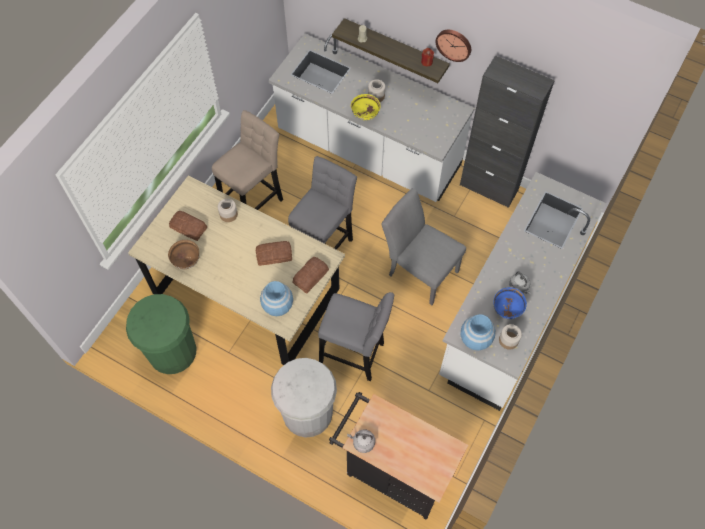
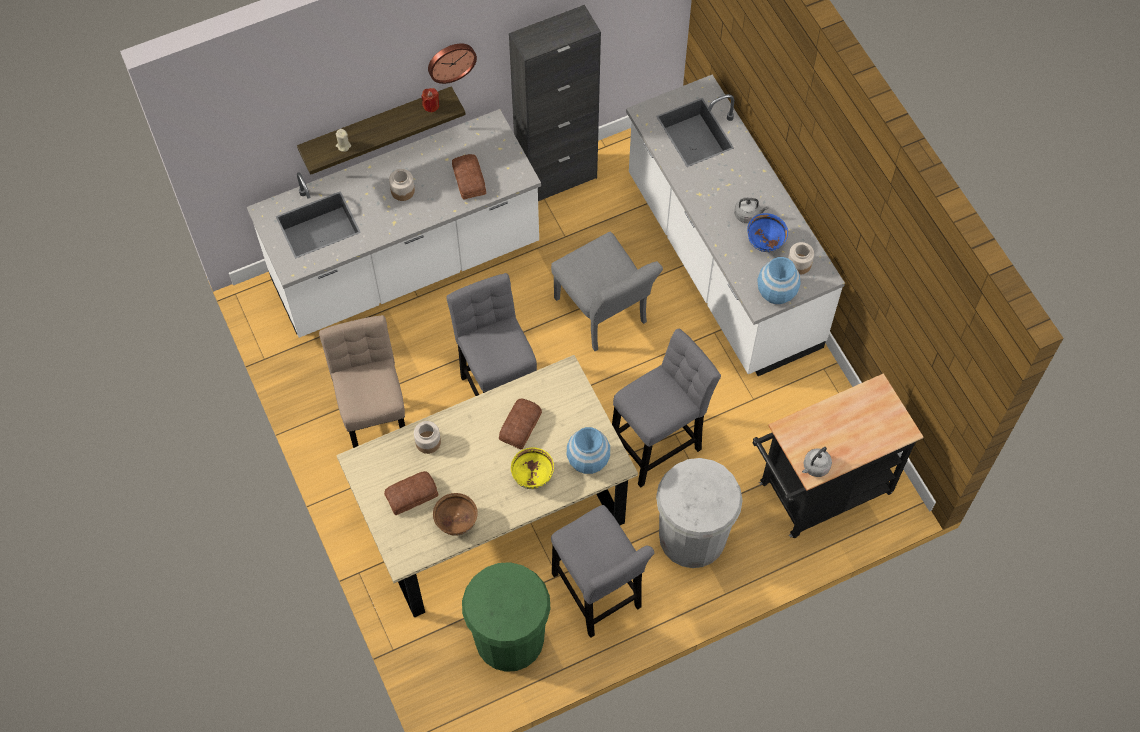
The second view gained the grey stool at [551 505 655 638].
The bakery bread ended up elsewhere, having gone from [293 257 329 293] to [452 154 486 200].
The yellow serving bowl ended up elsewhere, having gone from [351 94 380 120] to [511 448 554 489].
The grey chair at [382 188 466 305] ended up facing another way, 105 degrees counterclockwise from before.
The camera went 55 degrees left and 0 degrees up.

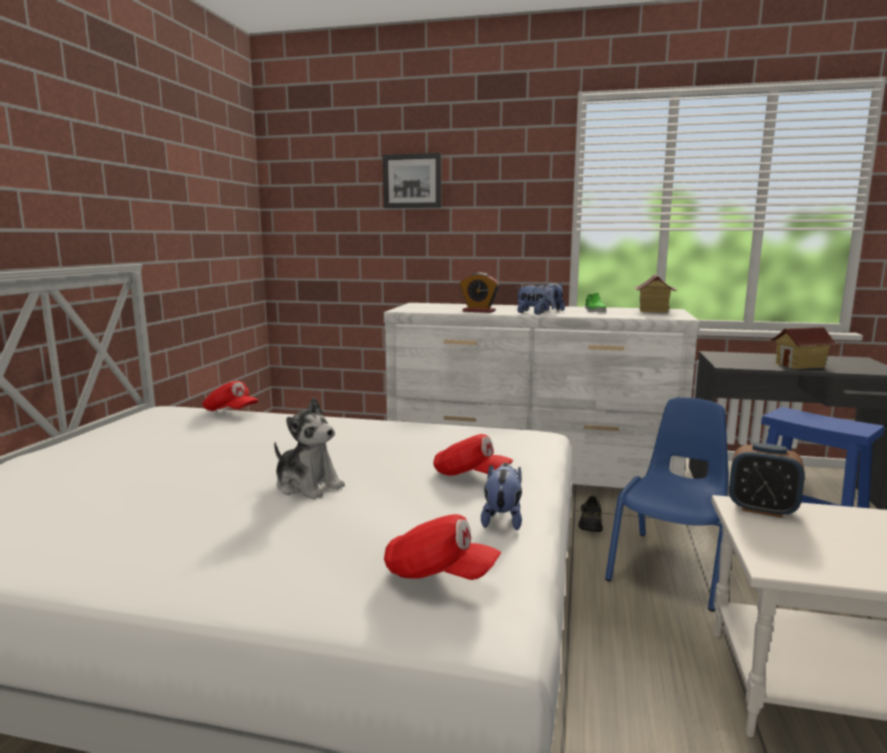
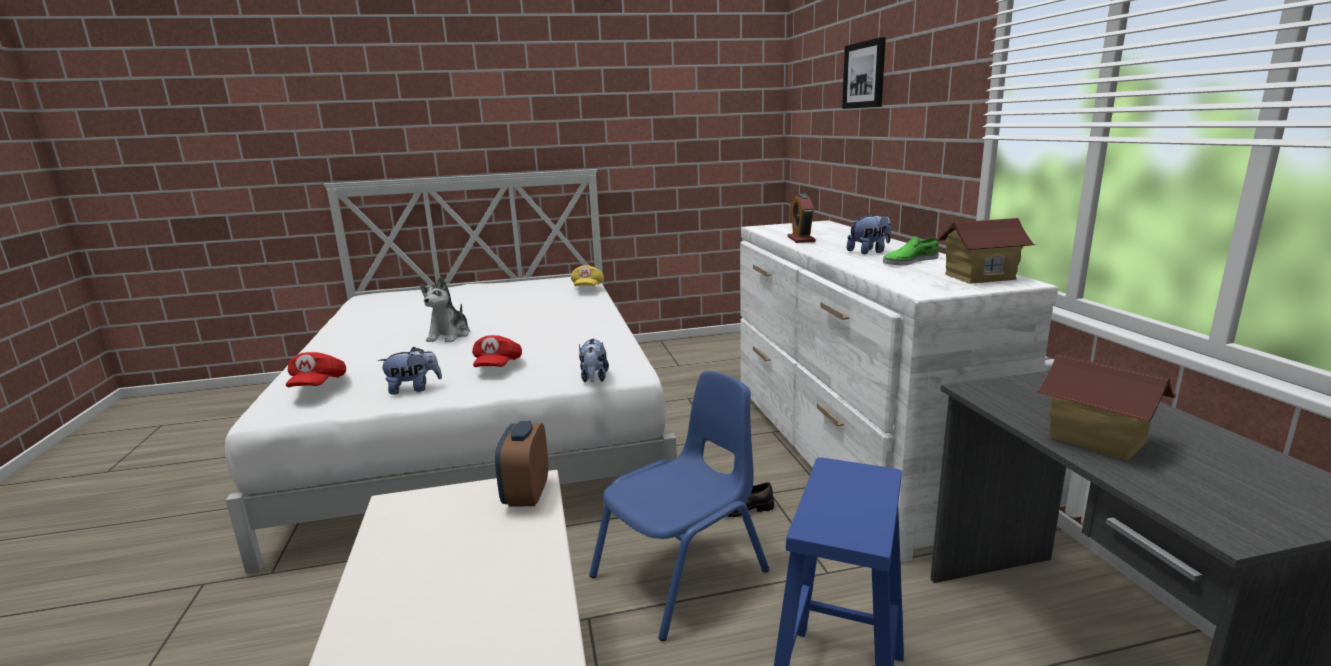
The soft toy ended up elsewhere, having gone from [516 284 555 315] to [579 338 609 382].
What was the reddish baseball cap at [202 381 258 411] turned into the yellow baseball cap at [571 265 604 286].
The blue chair at [605 397 730 612] ended up facing another way, 45 degrees counterclockwise from before.
The camera went 65 degrees right and 5 degrees up.

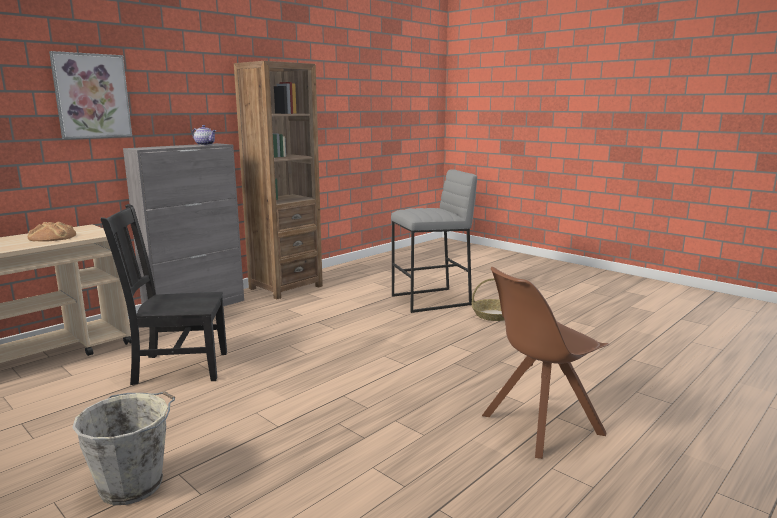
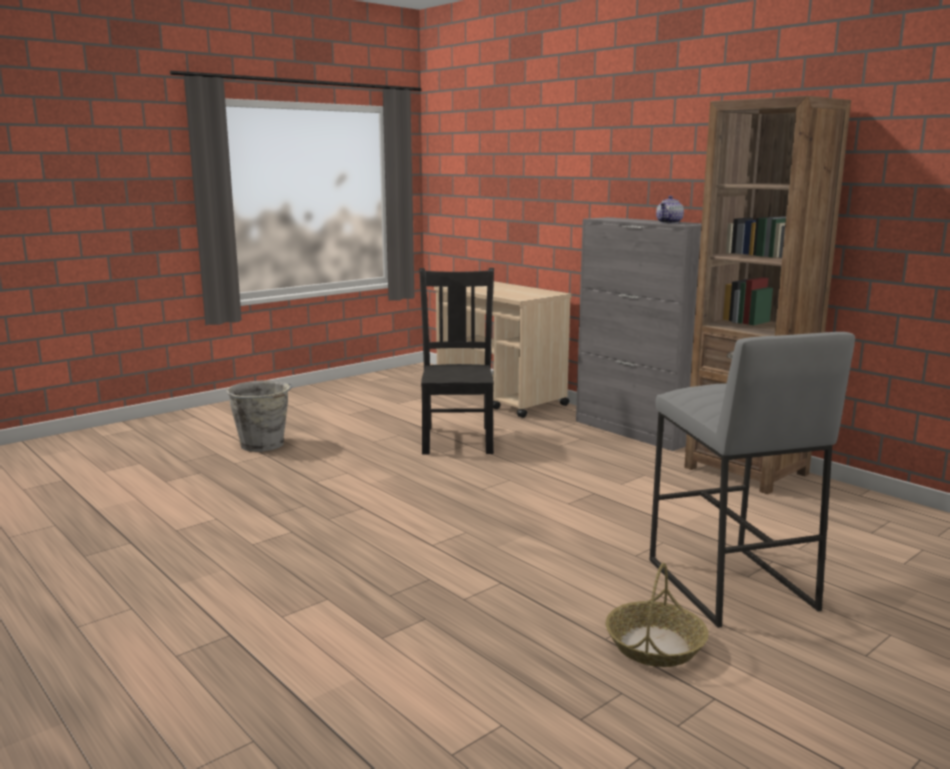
The second view lost the bakery bread at [28 222 76 242].
The second view lost the wall art at [49 51 132 139].
The second view lost the brownish chair at [482 267 610 459].
The camera went 95 degrees right and 0 degrees up.

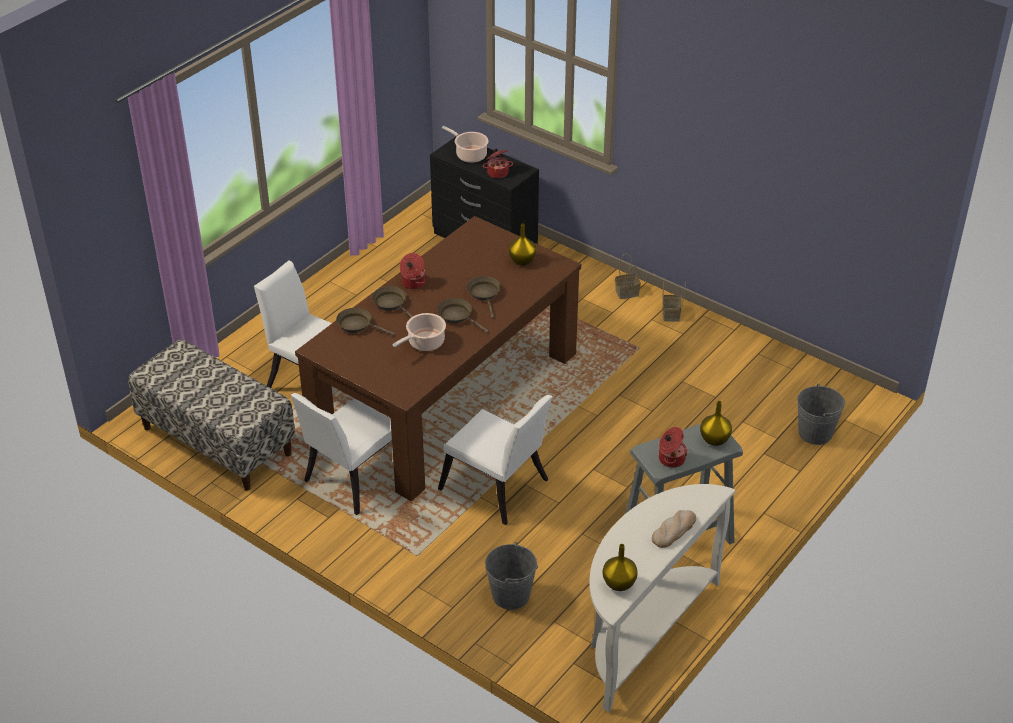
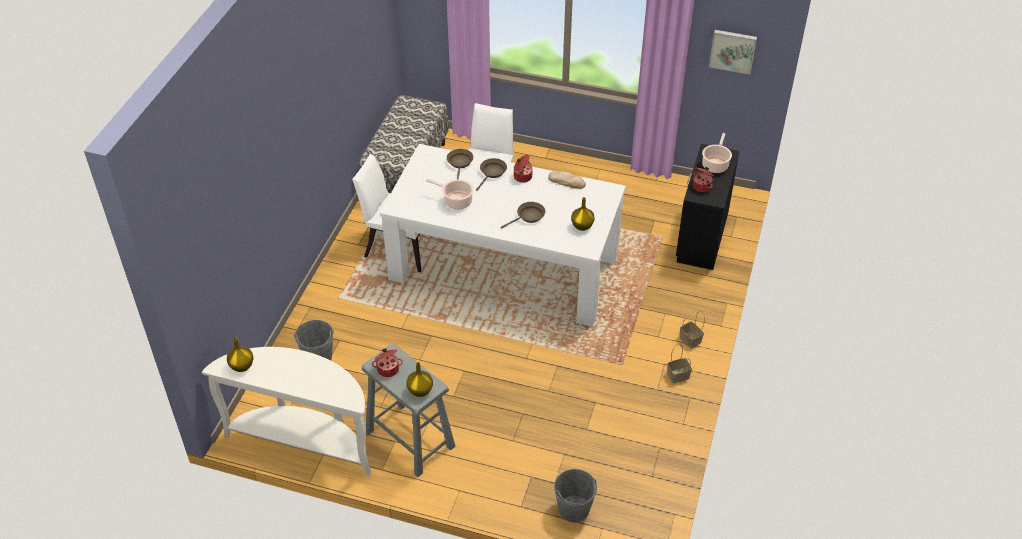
The second view lost the brownish skillet at [437 298 489 333].
The second view lost the white chair at [438 395 553 525].
The second view gained the wall art at [709 30 757 75].
The bakery bread ended up elsewhere, having gone from [652 510 696 548] to [548 171 586 189].
What was the brownish dining table at [295 216 581 501] turned into the white dining table at [380 144 626 327].
The camera went 70 degrees right and 5 degrees up.

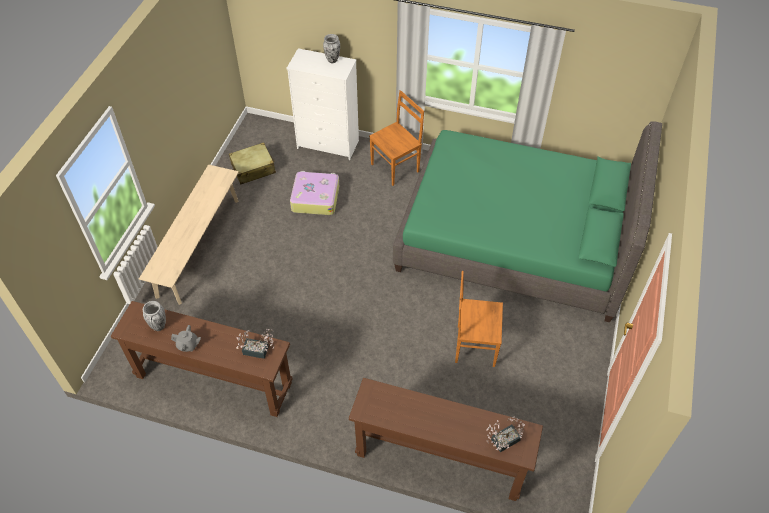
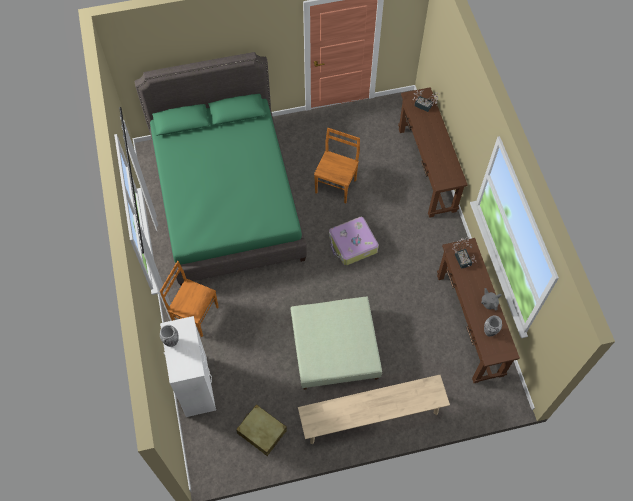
The second view gained the greenish pouffe at [291 296 382 390].
The travel case ended up elsewhere, having gone from [290 171 339 215] to [329 217 379 265].
The brownish chair at [455 271 503 367] ended up facing another way, 135 degrees counterclockwise from before.
The camera went 120 degrees left and 10 degrees up.

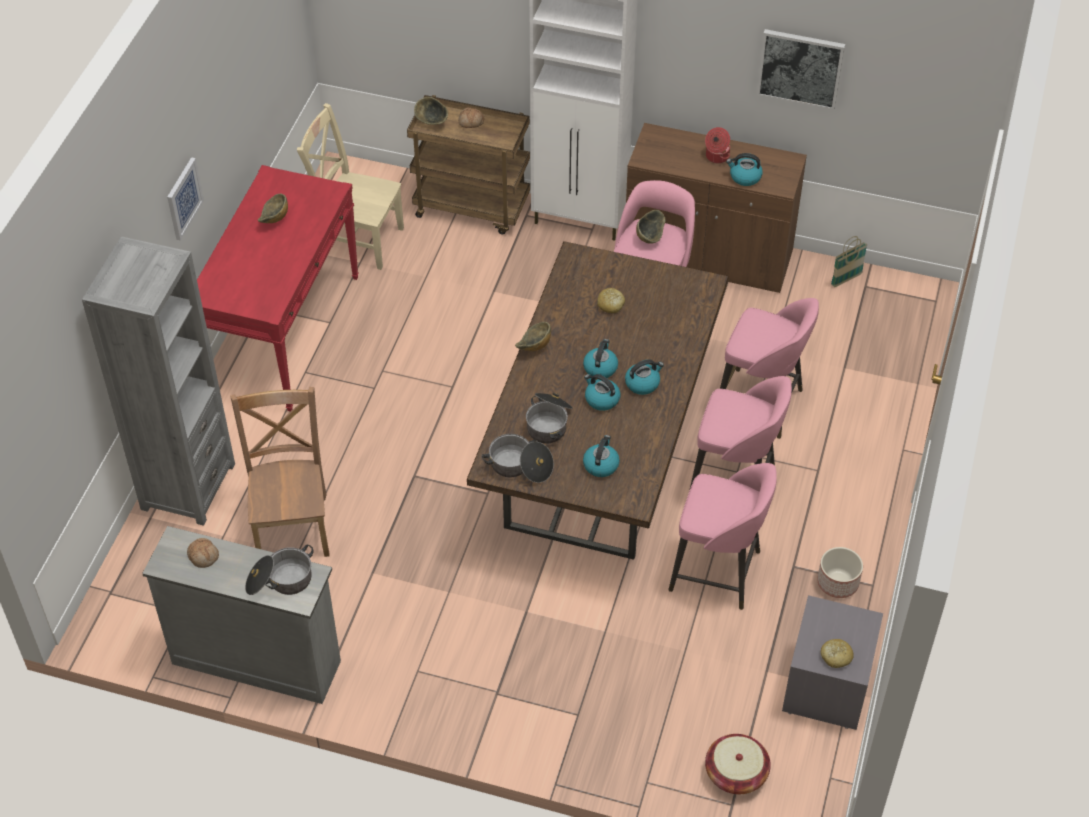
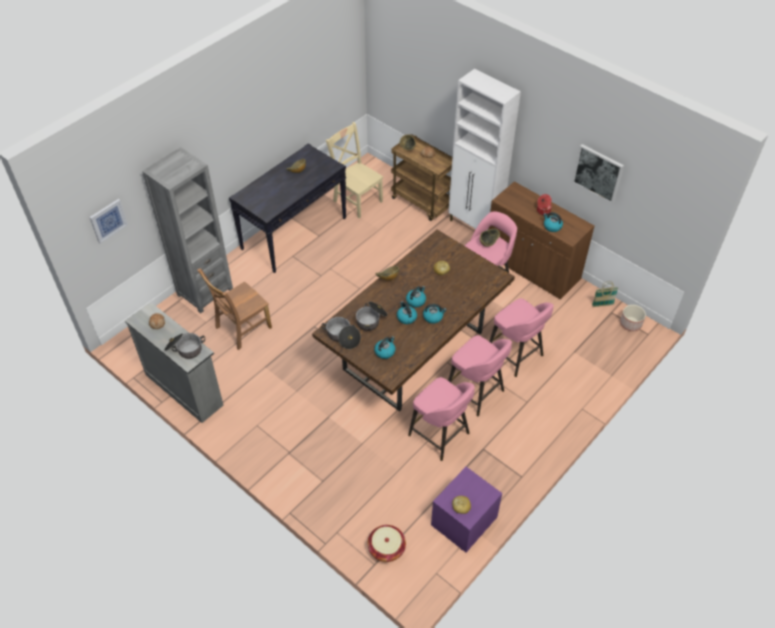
The wall art ended up elsewhere, having gone from [167 157 204 241] to [89 199 128 244].
The planter ended up elsewhere, having gone from [817 547 863 598] to [620 305 646 331].
What was the reddish narrow table at [197 165 359 412] turned into the black-coloured narrow table at [229 143 346 273].
What was the grey night table at [782 595 883 730] turned into the purple-coloured night table at [431 467 502 552].
The brownish chair at [230 387 330 557] ended up facing another way, 150 degrees counterclockwise from before.
The camera went 25 degrees right and 0 degrees up.

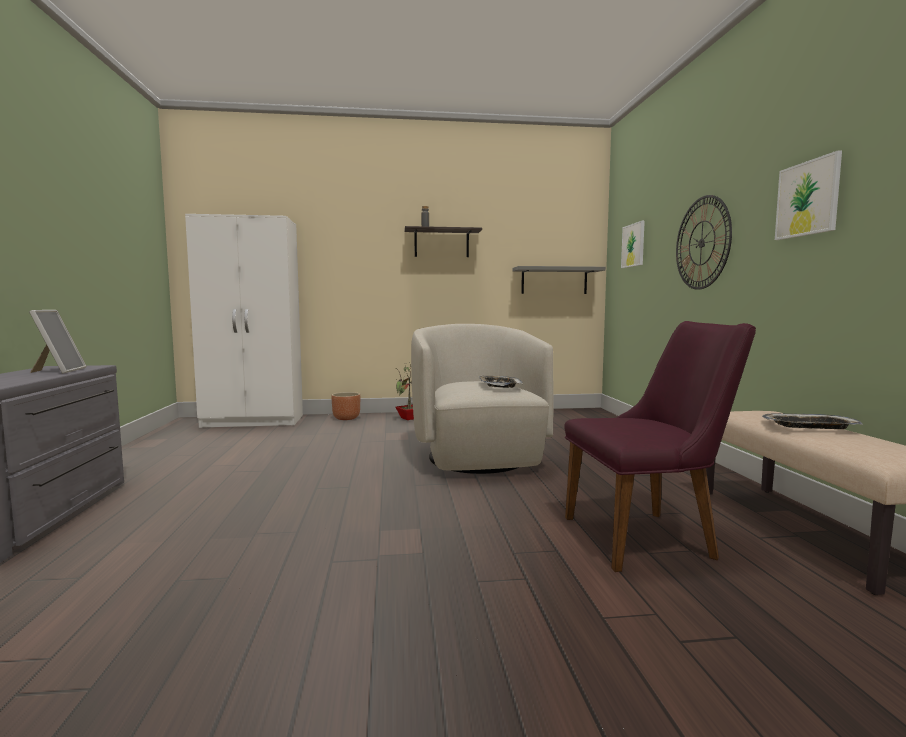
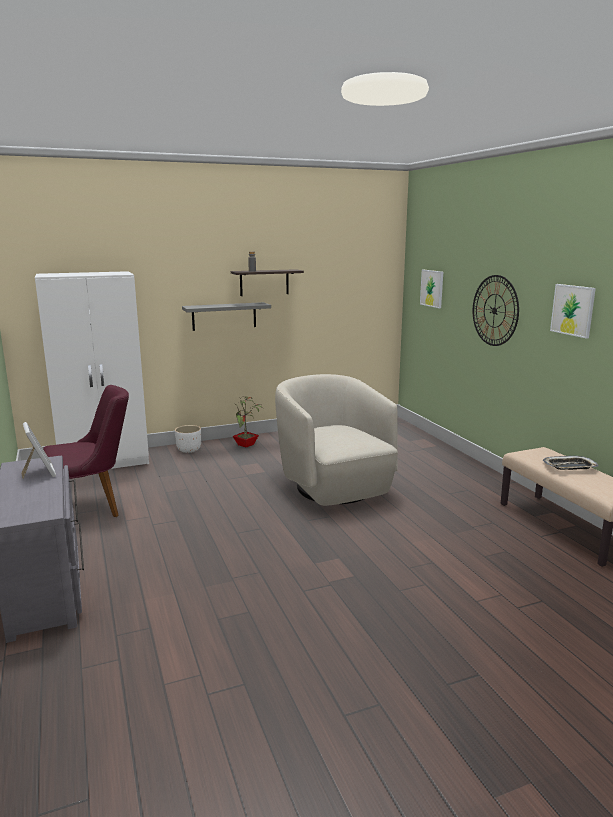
The second view lost the serving tray at [479 376 523 388].
The grey shelf ended up elsewhere, having gone from [512 266 606 294] to [182 302 271 331].
The purple-coloured chair ended up elsewhere, having gone from [565 321 756 572] to [43 385 129 517].
What was the brownish planter at [331 392 360 420] turned into the white planter at [175 425 201 453].
The camera went 15 degrees left and 10 degrees up.

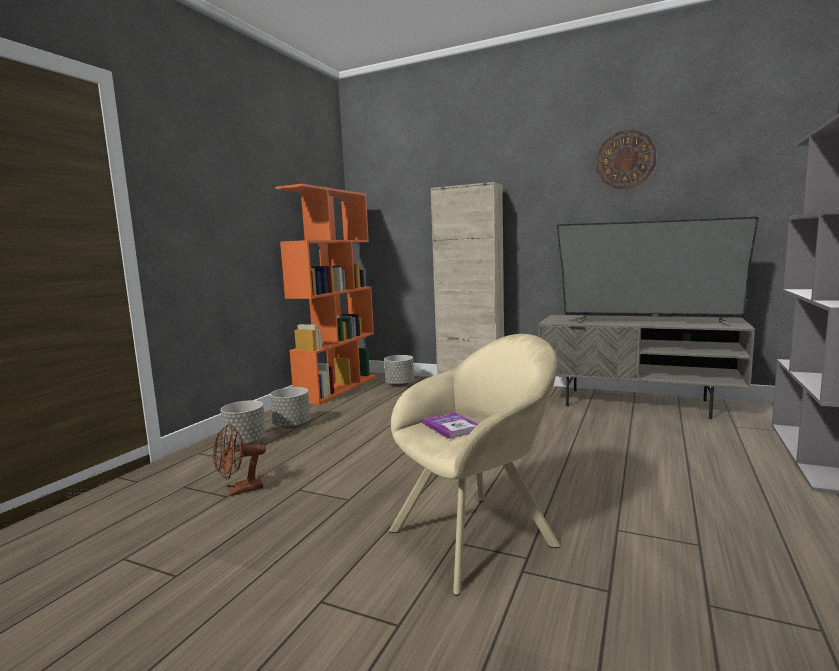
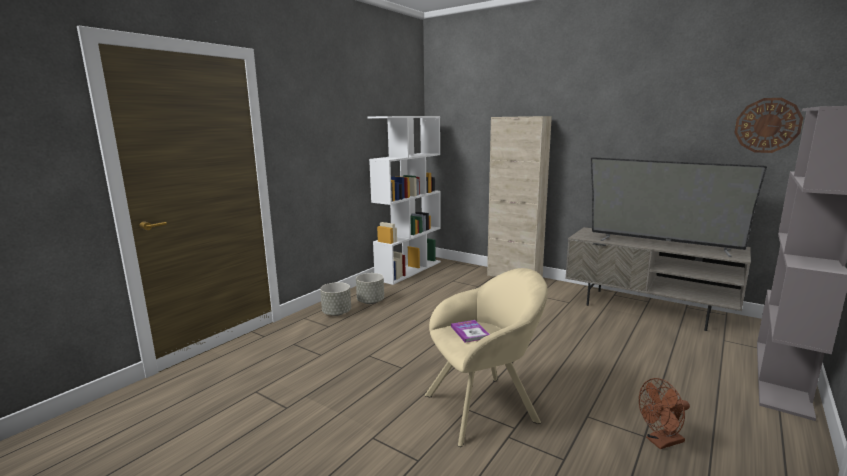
The second view lost the grey planter at [384 355 414 386].
The brownish electric fan ended up elsewhere, having gone from [213 423 266 496] to [639 378 690 449].
The wall clock ended up elsewhere, having gone from [596 129 657 189] to [734 98 803 153].
What was the orange bookshelf at [275 184 376 405] turned into the white bookshelf at [367 116 441 285].
The camera went 10 degrees right and 5 degrees up.

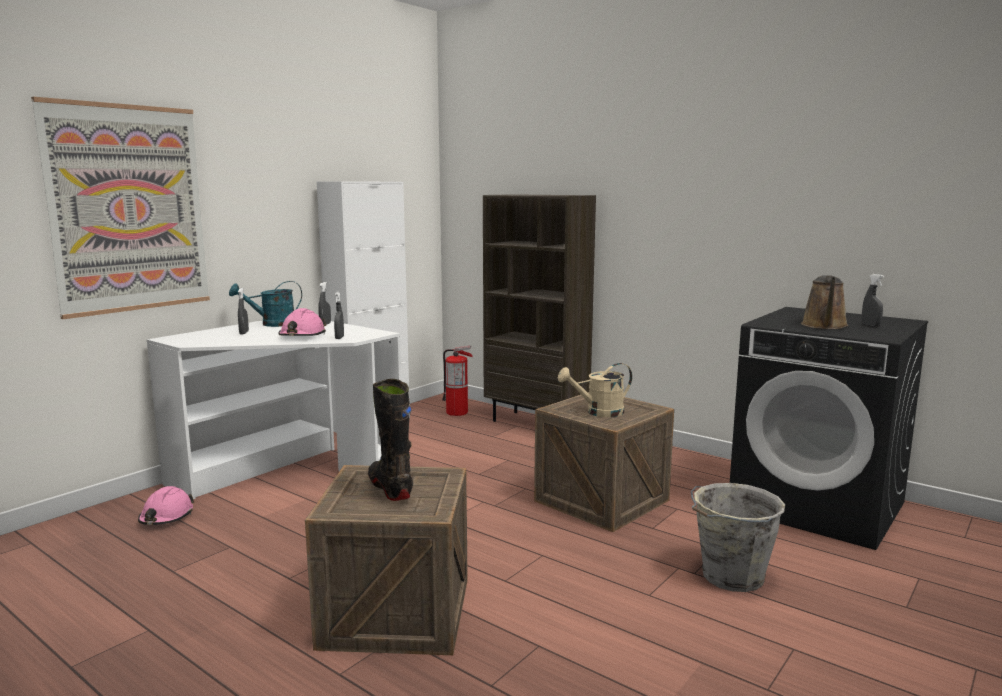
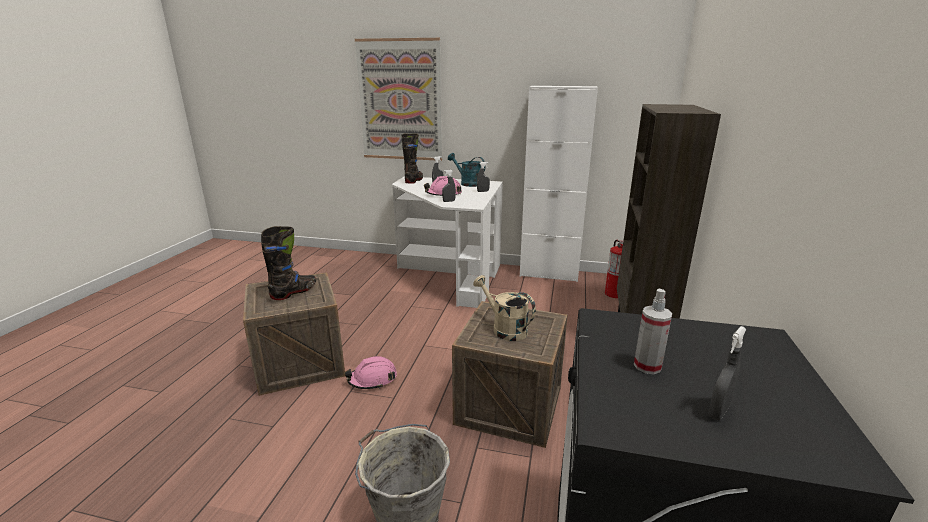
The second view gained the black-coloured tall boot at [402 133 423 184].
The pink work helmet ended up elsewhere, having gone from [138 486 194 525] to [345 356 397 389].
Where the brownish watering can stood at [801 275 848 329], the spray bottle came to stand at [634 289 672 374].
The camera went 65 degrees right and 10 degrees up.

